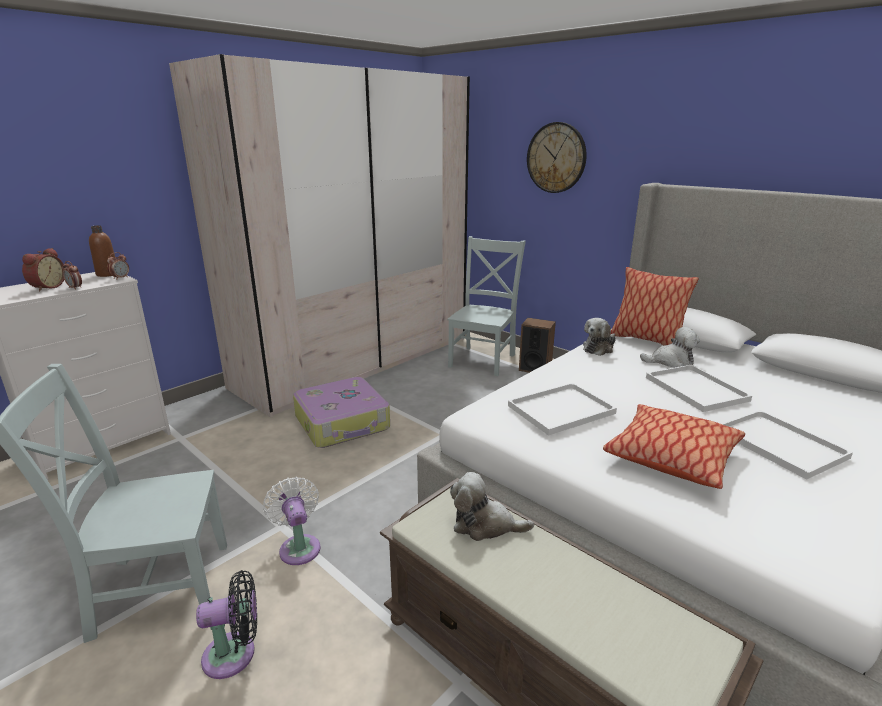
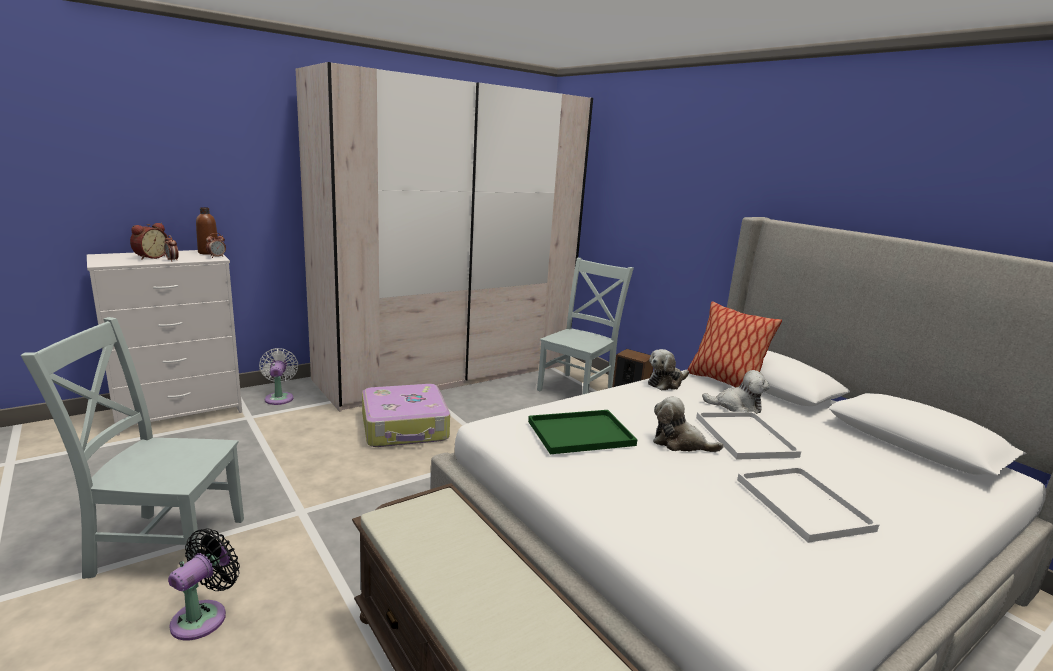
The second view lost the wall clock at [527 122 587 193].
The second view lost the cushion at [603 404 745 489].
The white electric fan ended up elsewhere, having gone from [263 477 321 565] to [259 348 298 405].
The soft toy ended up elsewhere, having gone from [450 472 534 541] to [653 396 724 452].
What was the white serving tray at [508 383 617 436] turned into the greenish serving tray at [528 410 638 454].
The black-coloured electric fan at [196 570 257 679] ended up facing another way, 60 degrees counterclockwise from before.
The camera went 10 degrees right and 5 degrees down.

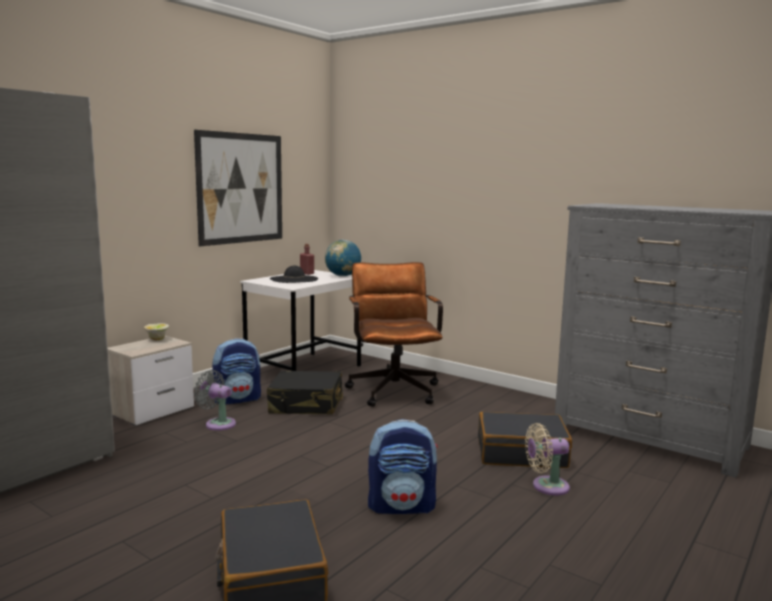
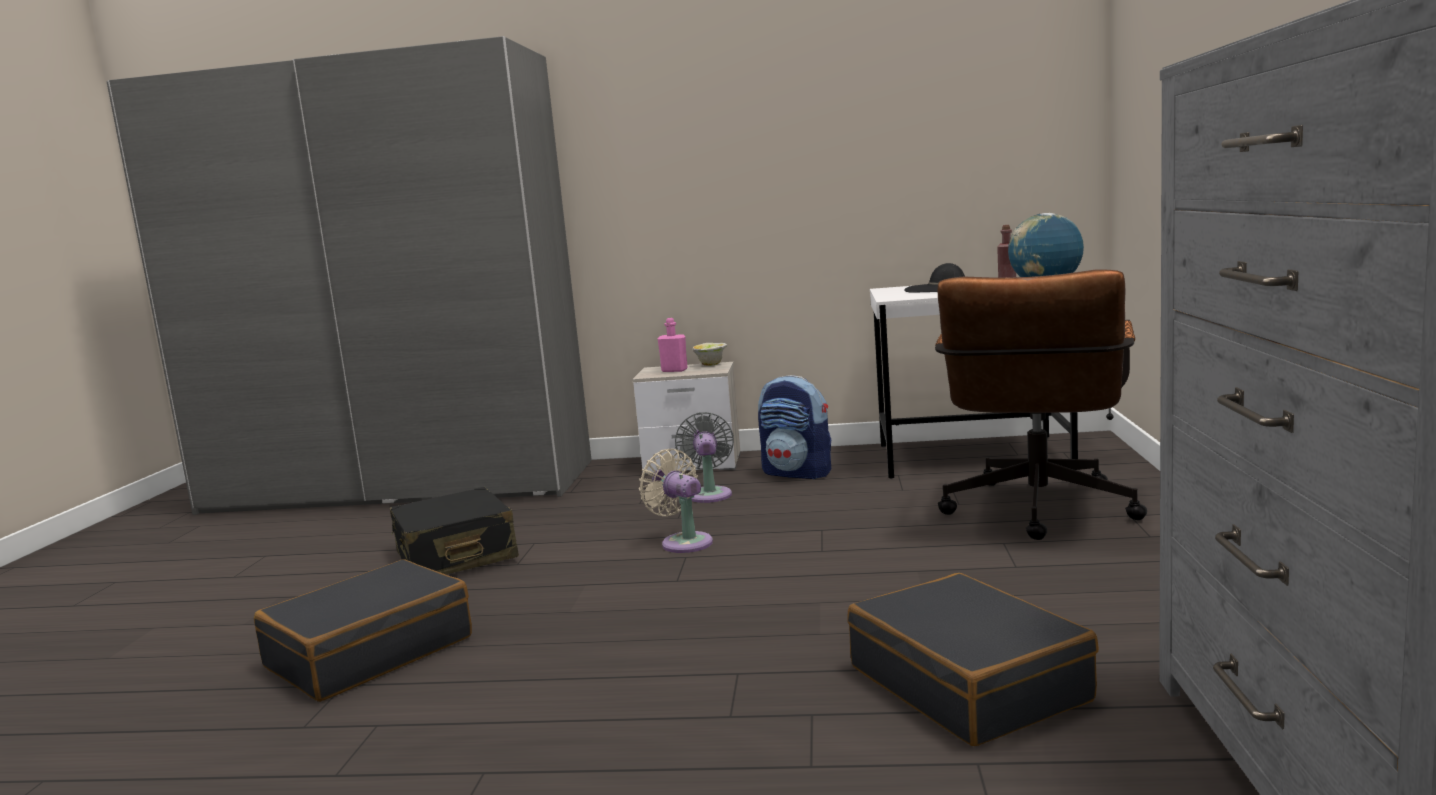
The second view lost the wall art at [194 130 282 246].
The second view lost the backpack at [368 419 438 514].
The second view gained the pink bottle at [658 318 688 372].
The black-coloured travel case ended up elsewhere, having gone from [267 371 343 415] to [389 487 519 574].
The beige-coloured electric fan ended up elsewhere, having gone from [525 423 570 495] to [639 449 713 553].
The brownish office chair at [345 262 443 407] ended up facing another way, 150 degrees clockwise from before.
The camera went 60 degrees right and 0 degrees up.

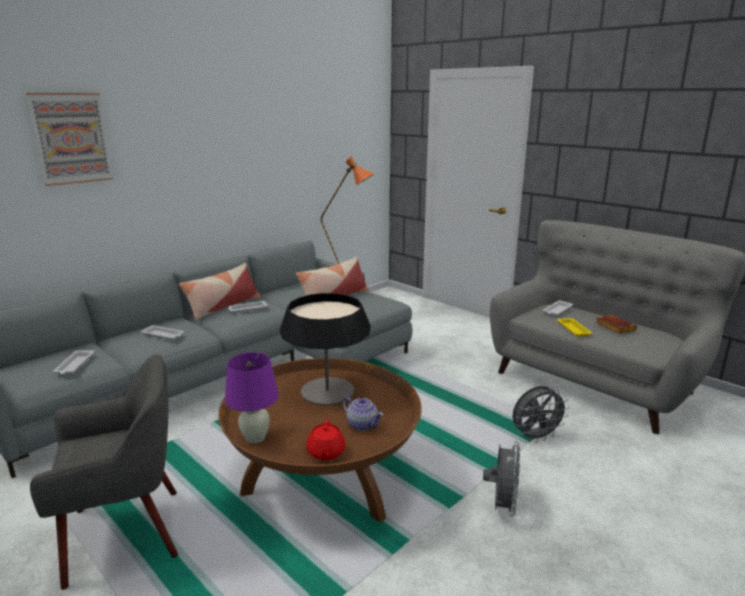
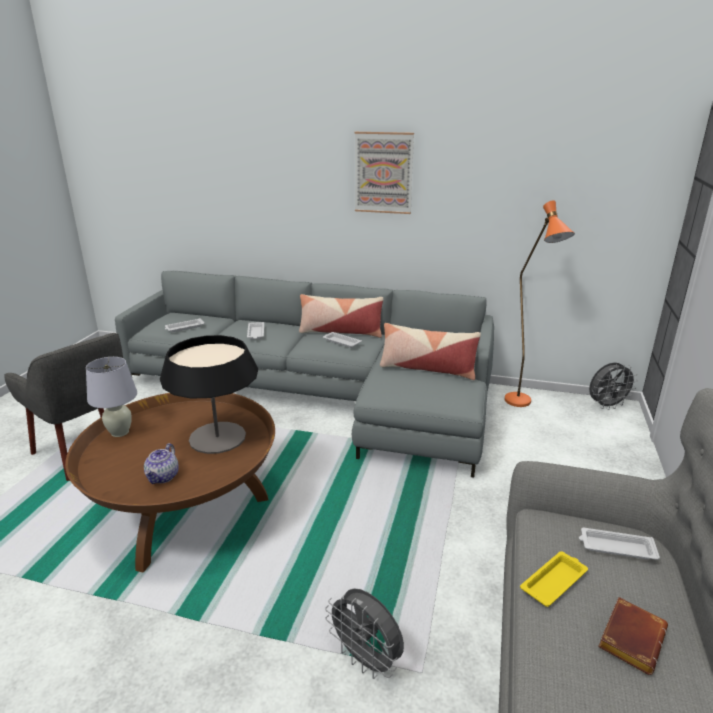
The second view lost the reddish pot for tea at [306 419 345 460].
The wall art ended up elsewhere, having gone from [26 93 114 186] to [355 132 414 214].
The grey electric fan ended up elsewhere, having gone from [483 441 520 517] to [589 363 638 410].
What was the purple-coloured table lamp at [225 352 279 443] turned into the white table lamp at [86 357 137 437].
The camera went 60 degrees right and 5 degrees up.

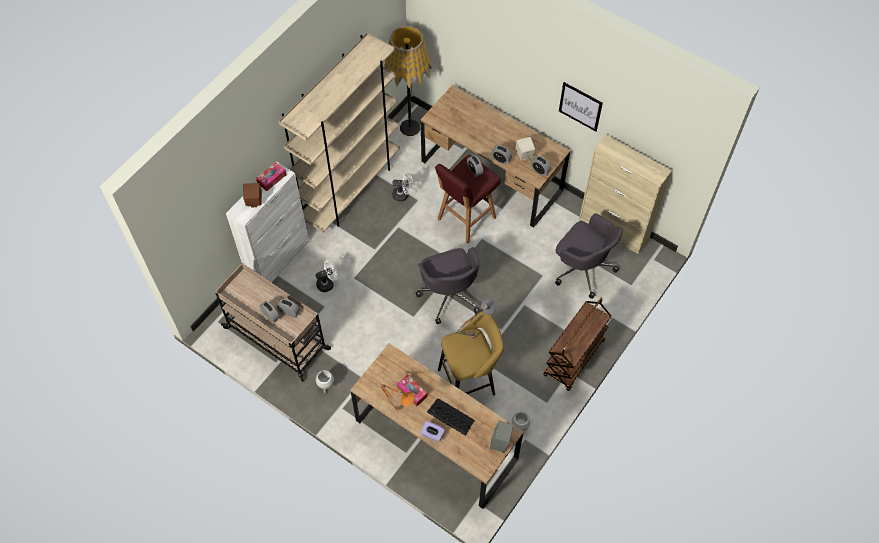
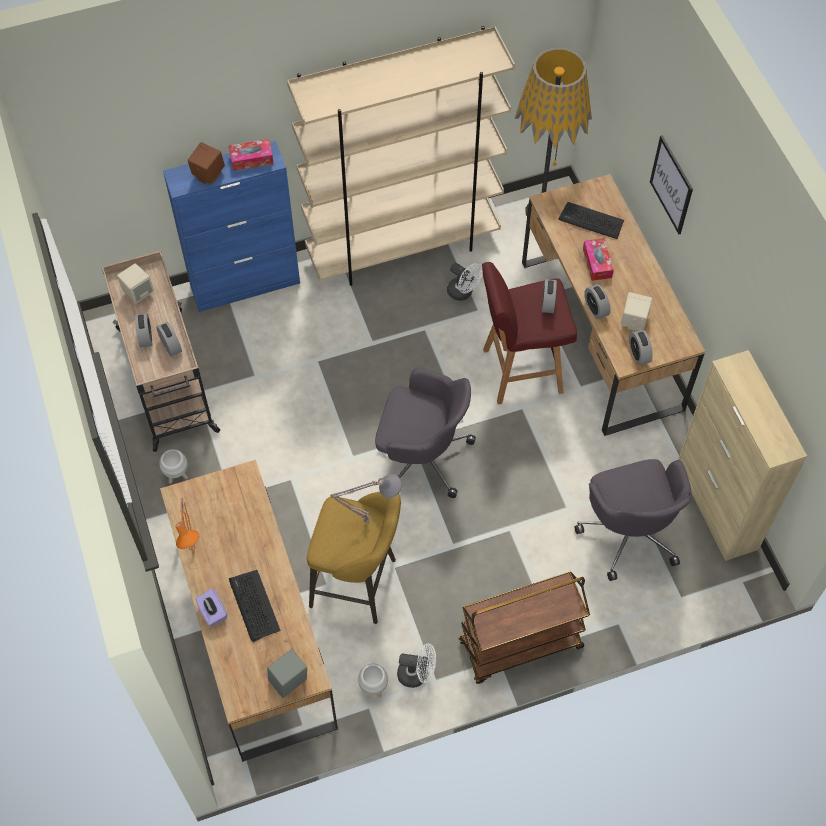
The second view gained the beige-coloured speaker at [117 263 154 304].
The second view gained the keyboard at [558 202 624 239].
The white electric fan ended up elsewhere, having gone from [316 260 338 292] to [397 643 436 688].
The tissue holder ended up elsewhere, having gone from [397 375 428 406] to [583 238 614 281].
The wall art ended up elsewhere, having gone from [559 82 603 131] to [650 135 693 234].
What was the white cupboard at [226 162 309 283] turned into the blue cupboard at [163 141 300 312].
The grey office chair at [416 247 479 324] ended up facing another way, 90 degrees counterclockwise from before.
The camera went 35 degrees right and 0 degrees up.

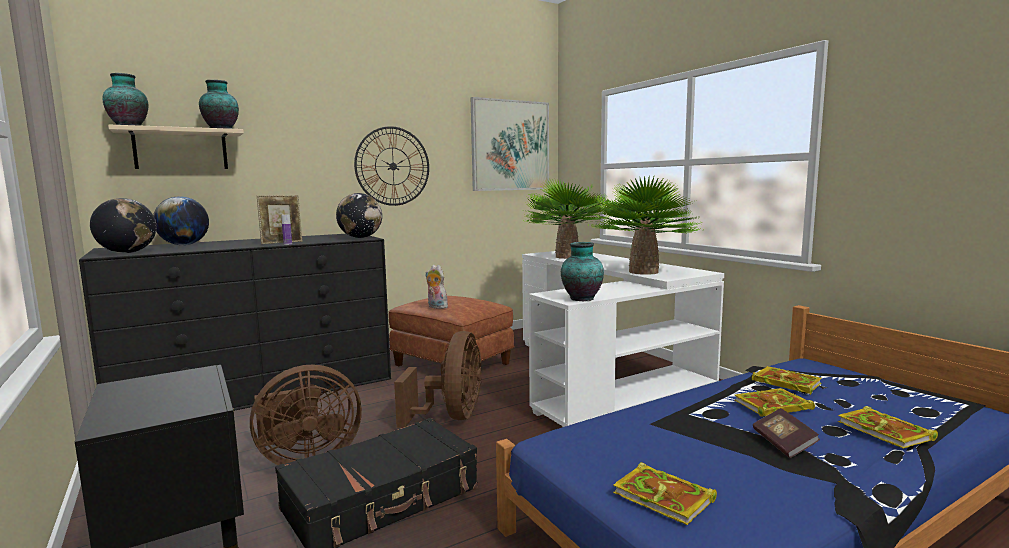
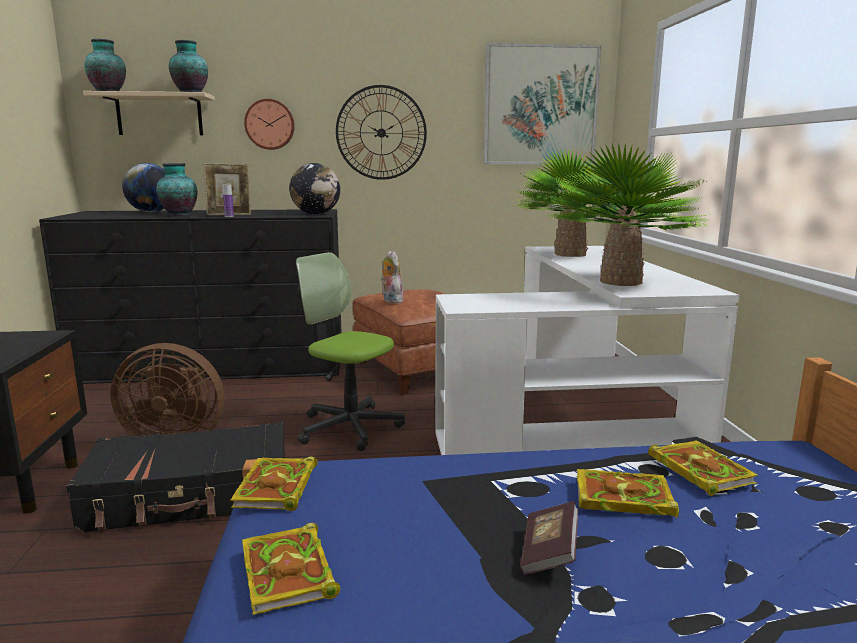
The second view lost the desk globe at [90 198 156 253].
The second view gained the wall clock at [244 99 295 150].
The decorative vase ended up elsewhere, having gone from [561 242 604 301] to [156 163 197 216].
The bound book ended up elsewhere, having gone from [838 406 938 449] to [230 457 318 511].
Where the brownish electric fan stood at [394 331 482 428], the office chair came to stand at [296 252 405 451].
The camera went 25 degrees right and 5 degrees up.

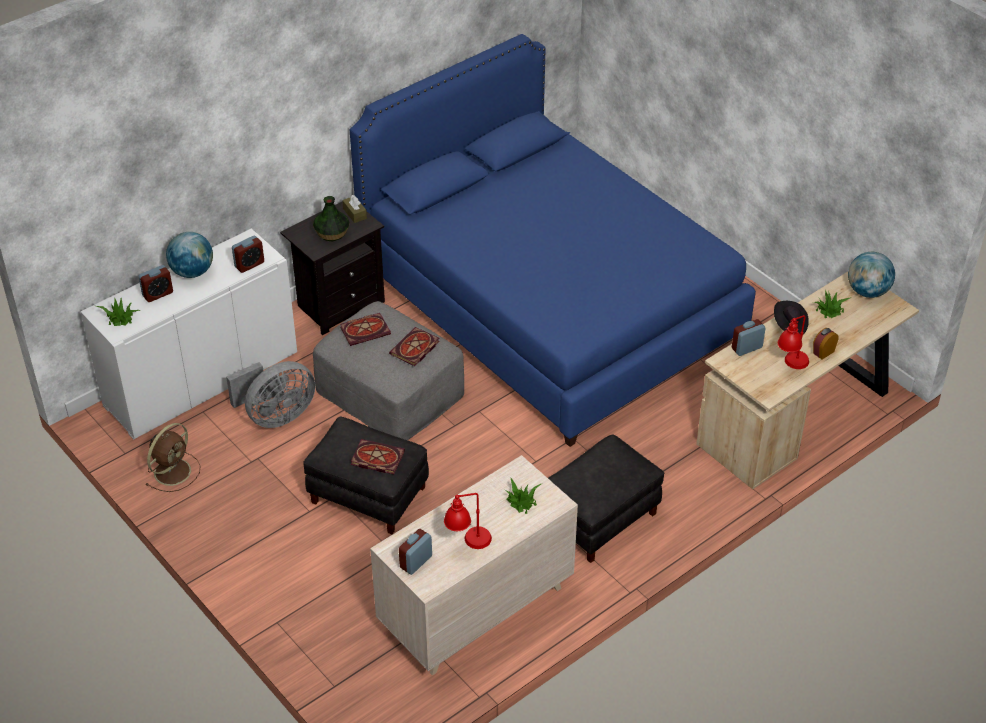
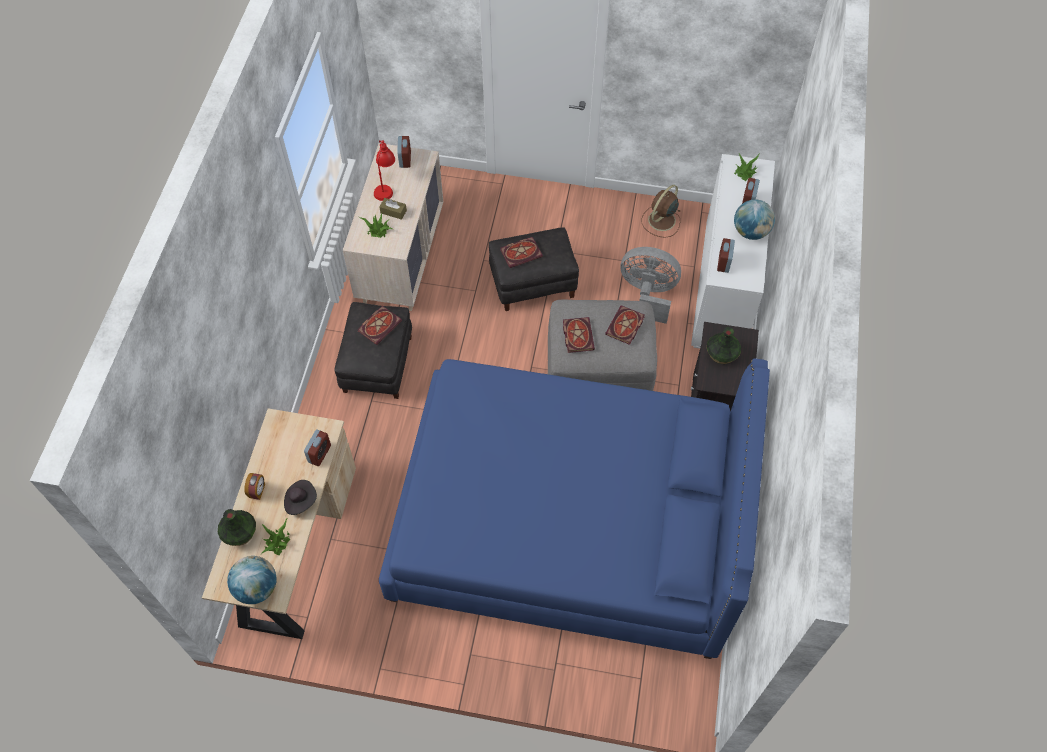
The second view lost the reddish table lamp at [778 315 809 369].
The second view gained the decorative vase at [218 509 256 546].
The second view gained the bound book at [357 306 402 345].
The brownish tissue holder ended up elsewhere, having gone from [342 195 367 223] to [379 198 407 220].
The brownish electric fan at [146 423 200 492] ended up facing another way, 45 degrees clockwise from before.
The grey electric fan at [226 361 315 428] ended up facing another way, 90 degrees clockwise from before.
The camera went 140 degrees right and 15 degrees up.

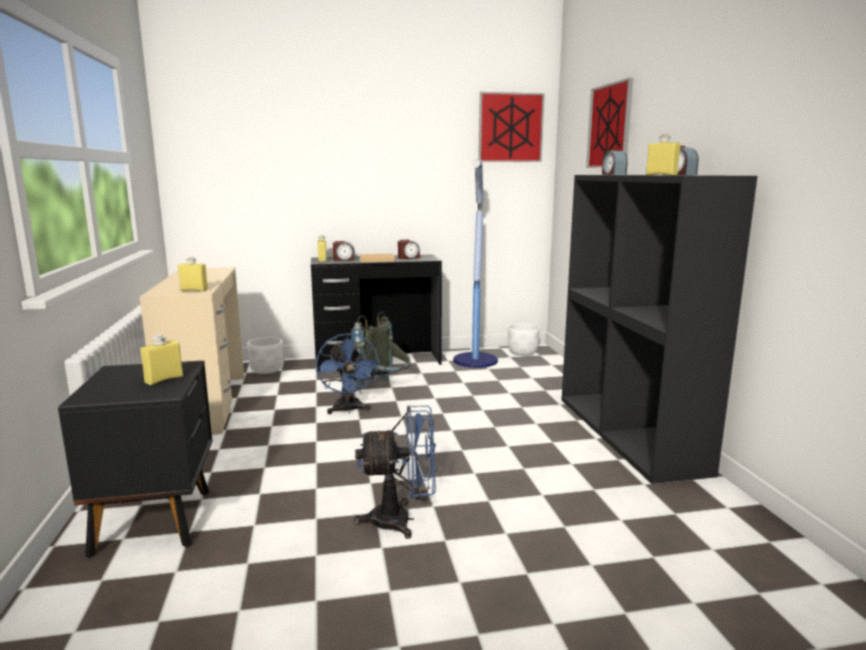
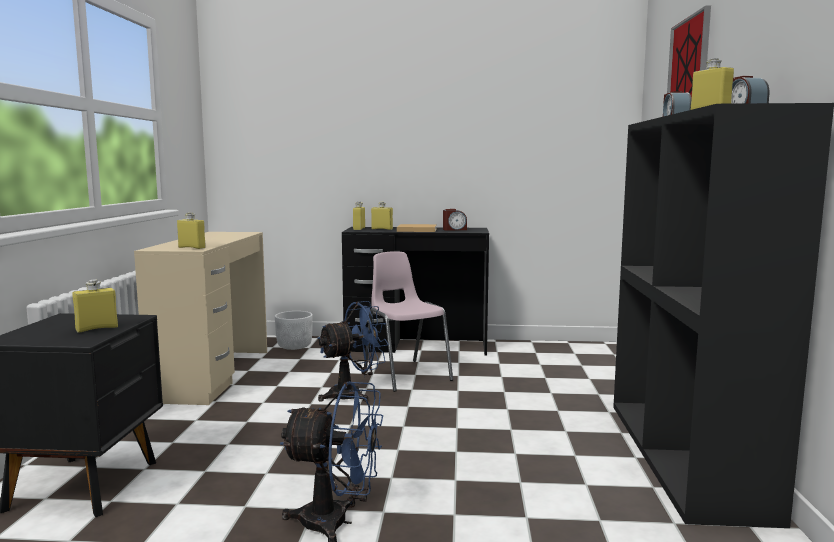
The second view lost the standing lamp at [453 159 498 368].
The second view lost the wall art at [479 92 545 162].
The second view lost the white planter at [508 323 540 356].
Where the alarm clock stood at [333 241 355 261], the yellow bottle came to stand at [371 202 393 230].
Where the grey backpack stood at [351 311 410 388], the pink chair came to stand at [364 251 453 392].
The blue electric fan at [316 333 380 414] ended up facing another way, 120 degrees counterclockwise from before.
The camera went 15 degrees right and 5 degrees down.

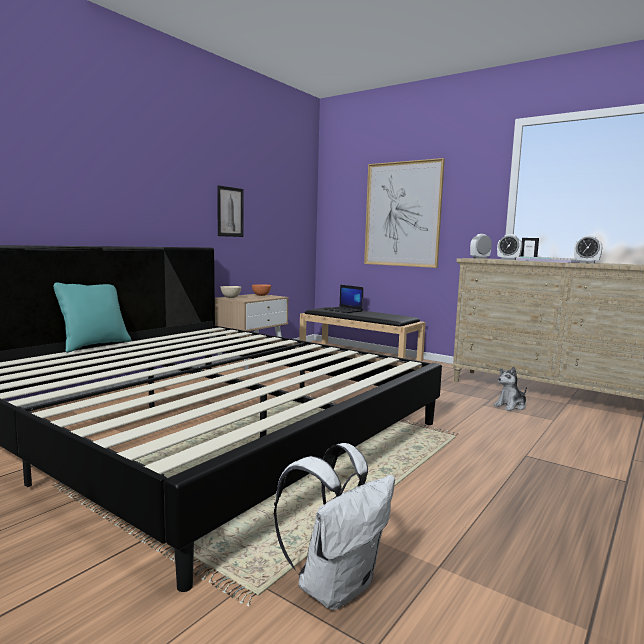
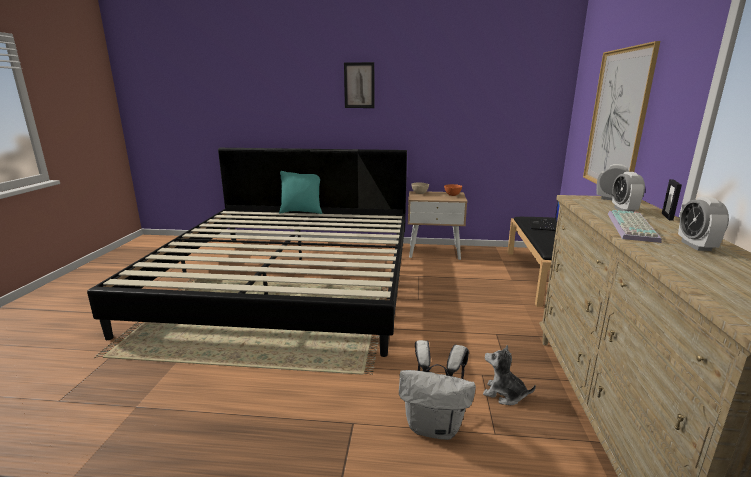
The wall art ended up elsewhere, having gone from [217 185 244 237] to [344 62 374 108].
The white backpack ended up elsewhere, having gone from [274 443 395 609] to [399 340 476 440].
The camera went 60 degrees right and 10 degrees up.

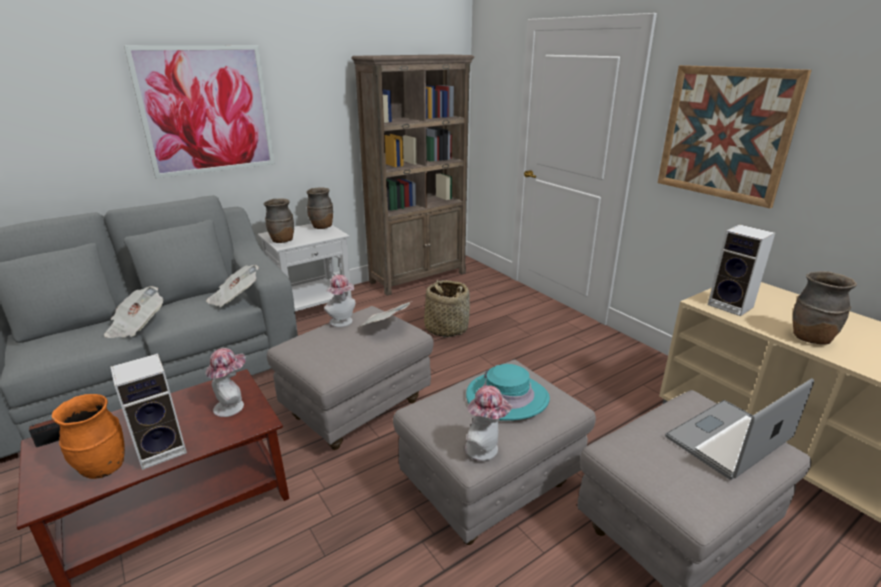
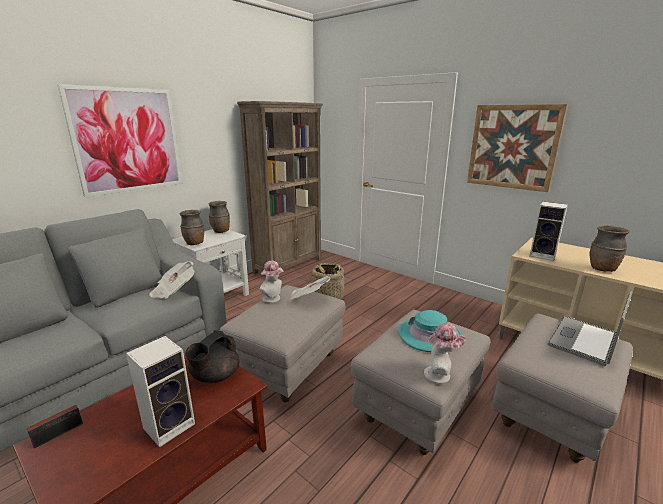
The second view lost the orange decorative vase at [52 394 125 479].
The second view lost the printed paper at [104 286 163 338].
Where the clothing hat stood at [205 348 246 417], the black-coloured pot for tea came to stand at [185 330 240 383].
The camera went 15 degrees left and 5 degrees down.

